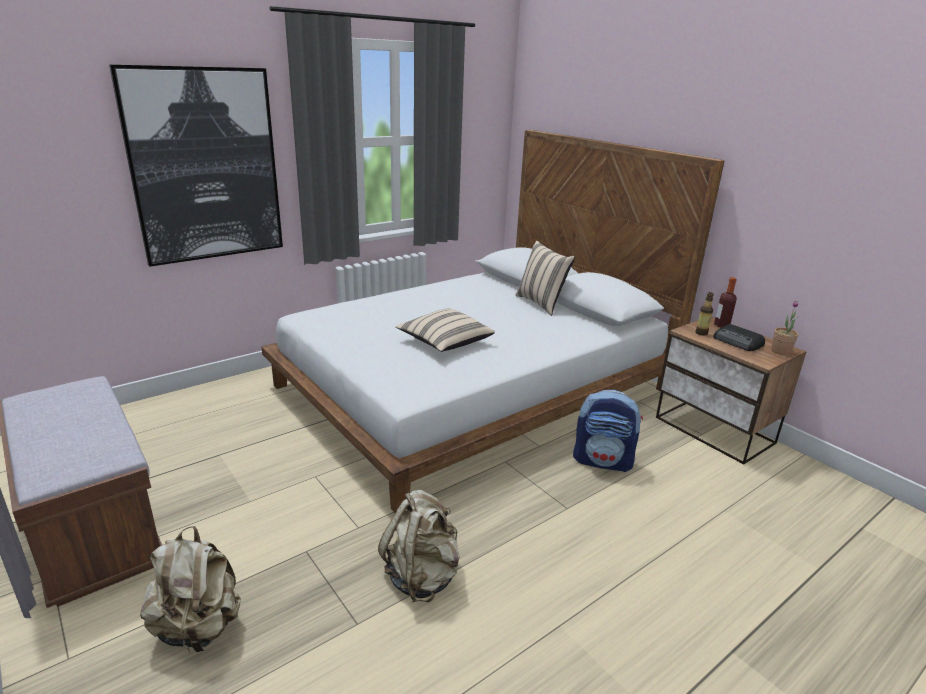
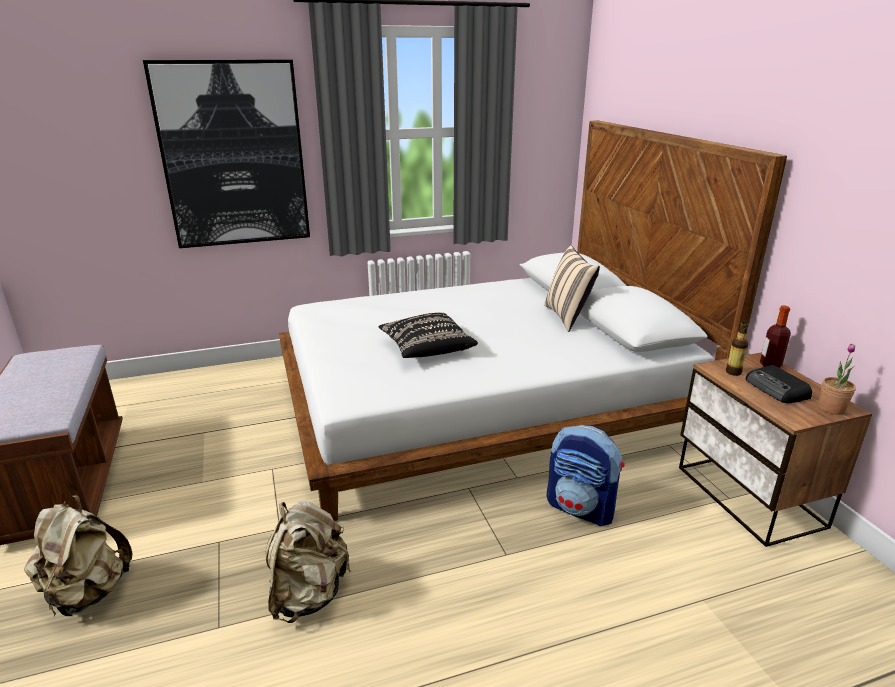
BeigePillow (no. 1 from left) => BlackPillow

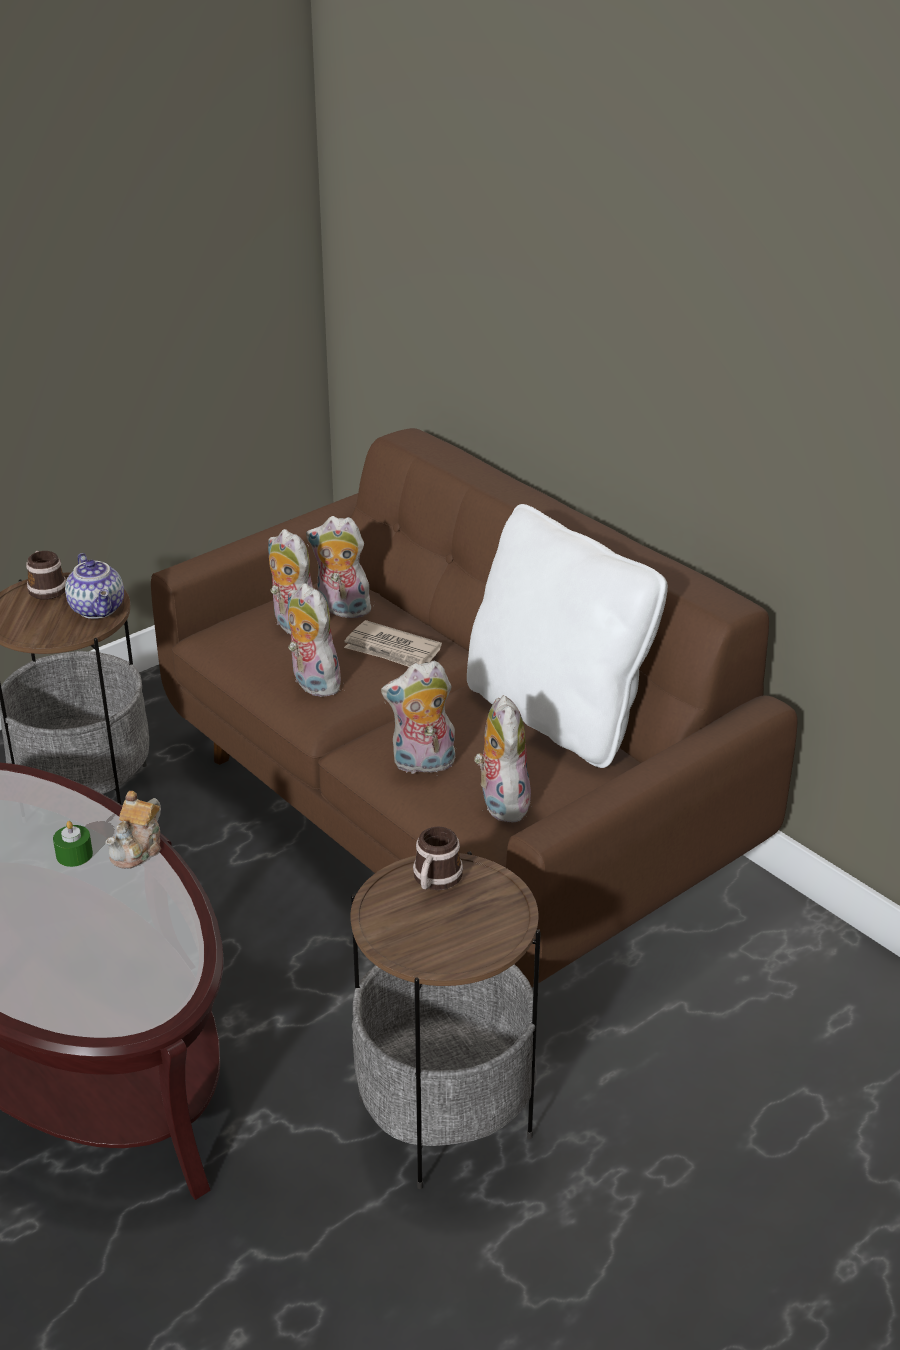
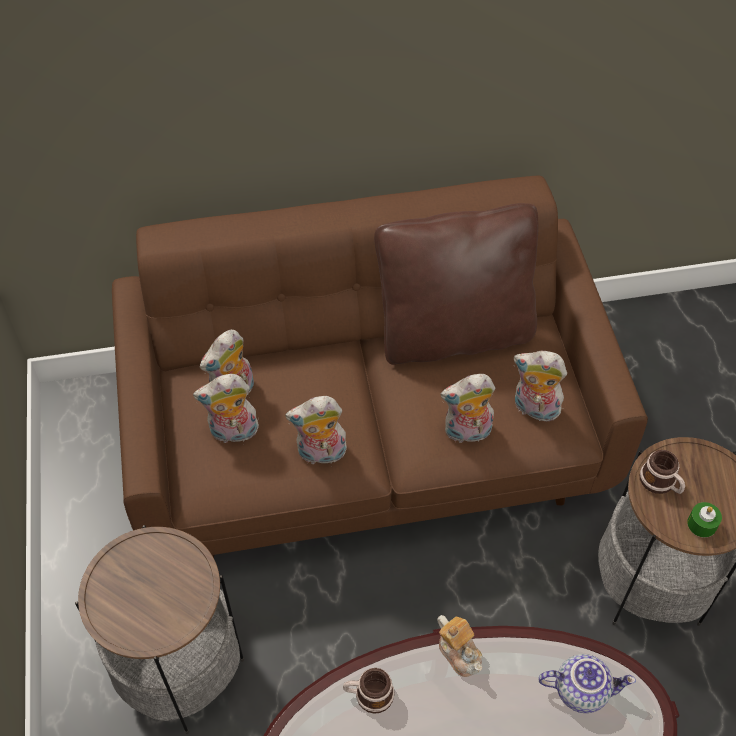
Mug (no. 1 from left), shifted
WhitePillow => BrownPillow
PlushToy (no. 4 from left), 60 degrees clockwise
Teapot (no. 1 from left in the first image) => Teapot (no. 2 from left), shifted
GreenCandle, shifted
Newspaper => nothing

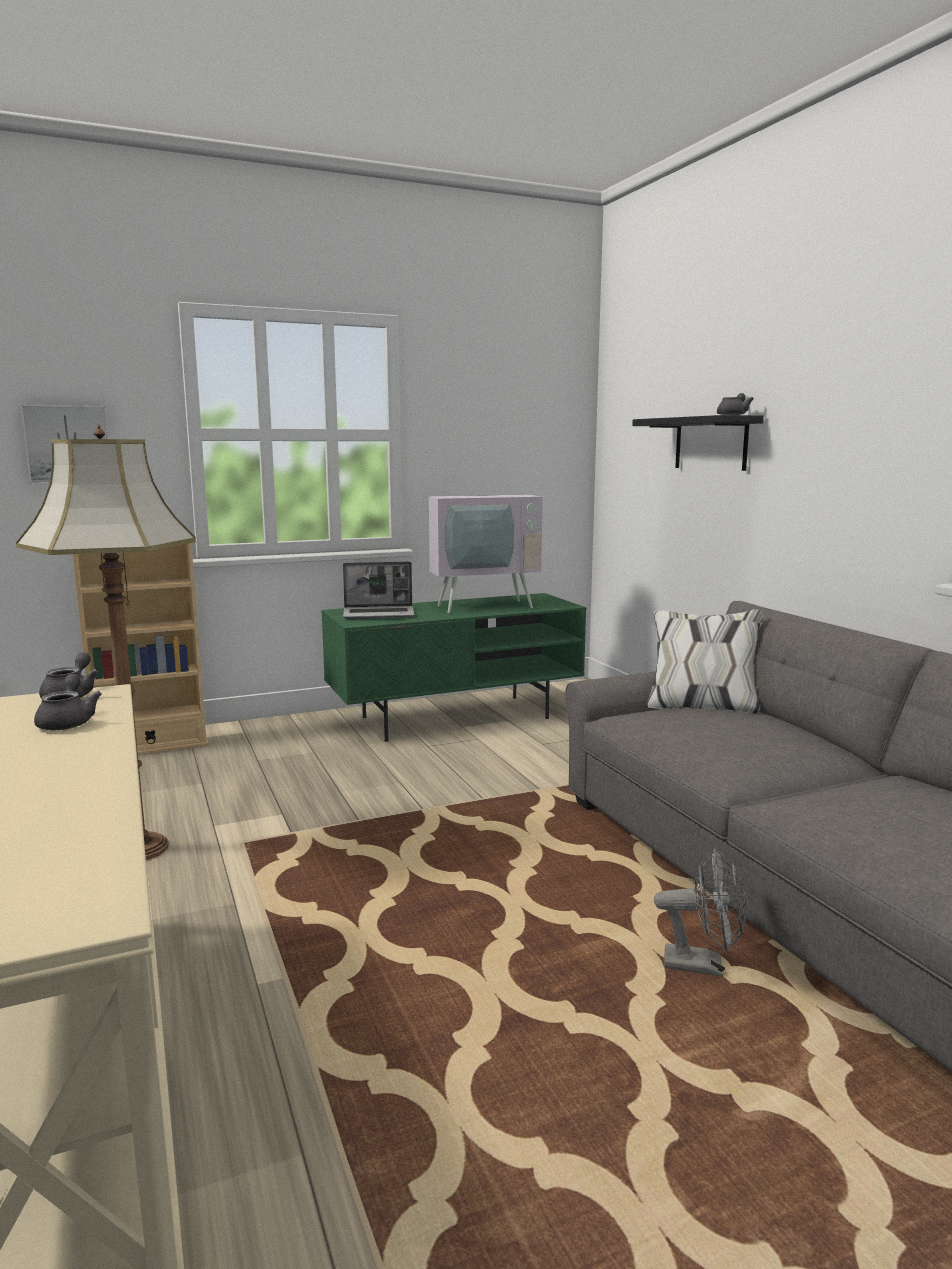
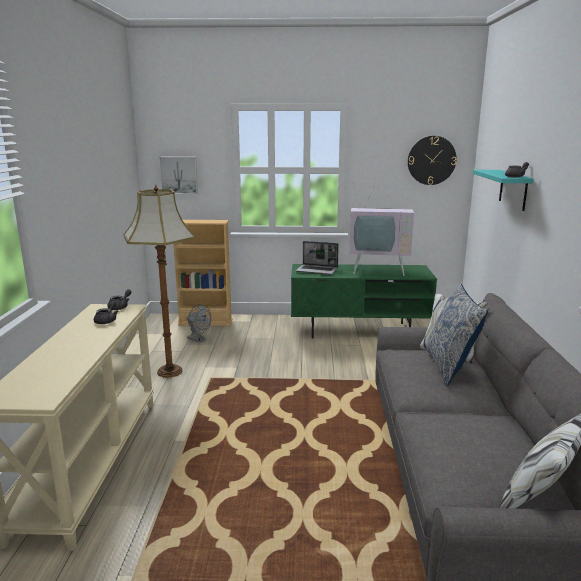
GreyFan, shifted
nothing => WallClock
nothing => Pillow
BlackShelf => TurquoiseShelf

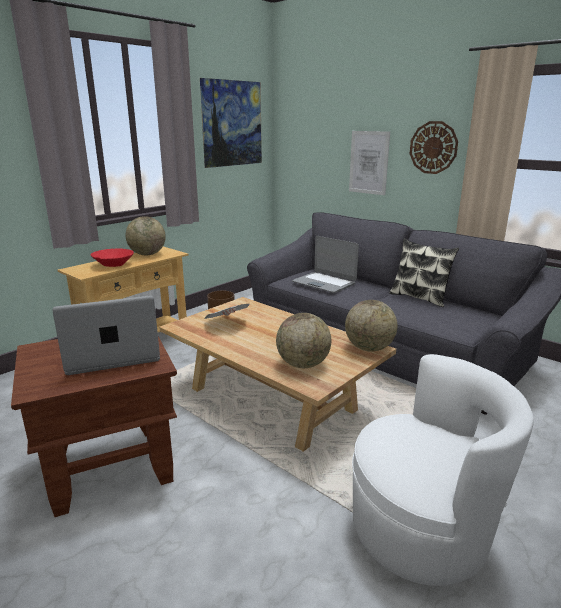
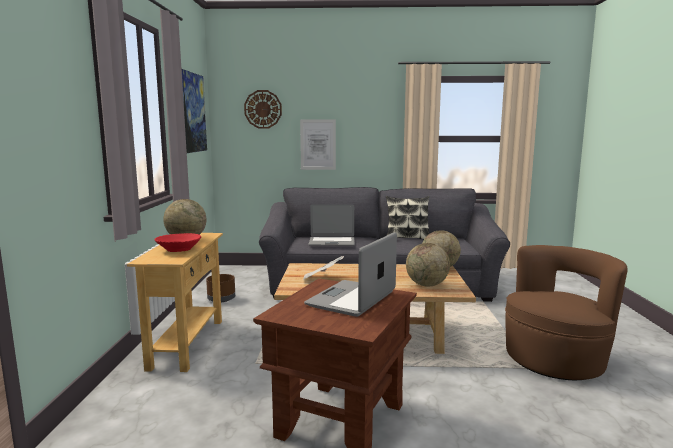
WallClock, shifted
WhiteArmchair => BrownArmchair

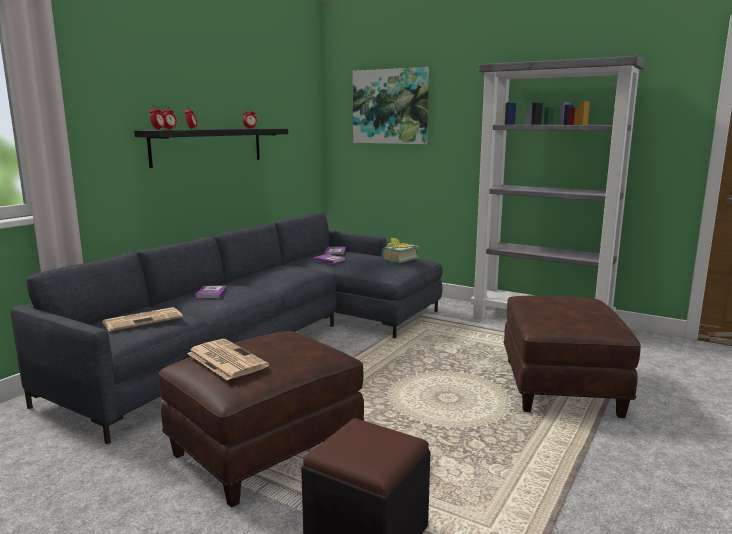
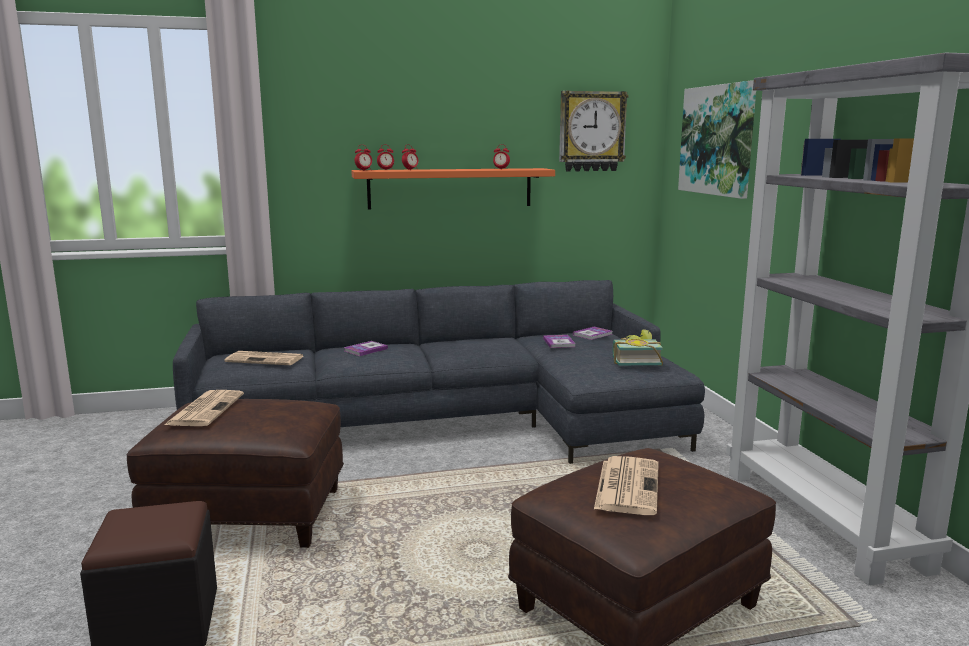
BlackShelf => OrangeShelf
nothing => WallClock
nothing => Newspaper (no. 3 from left)

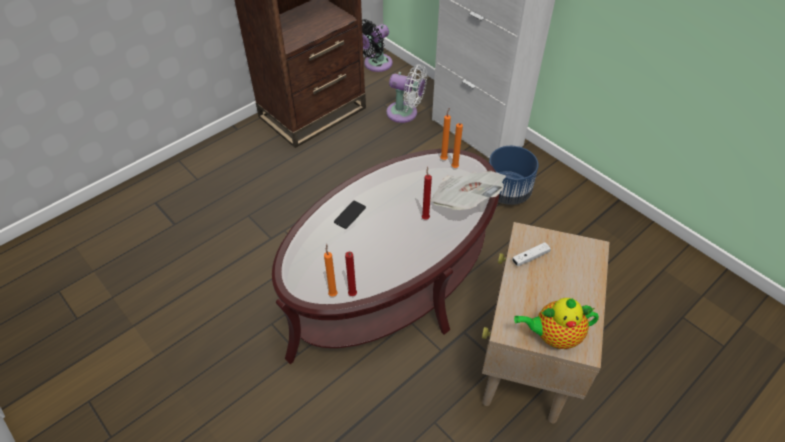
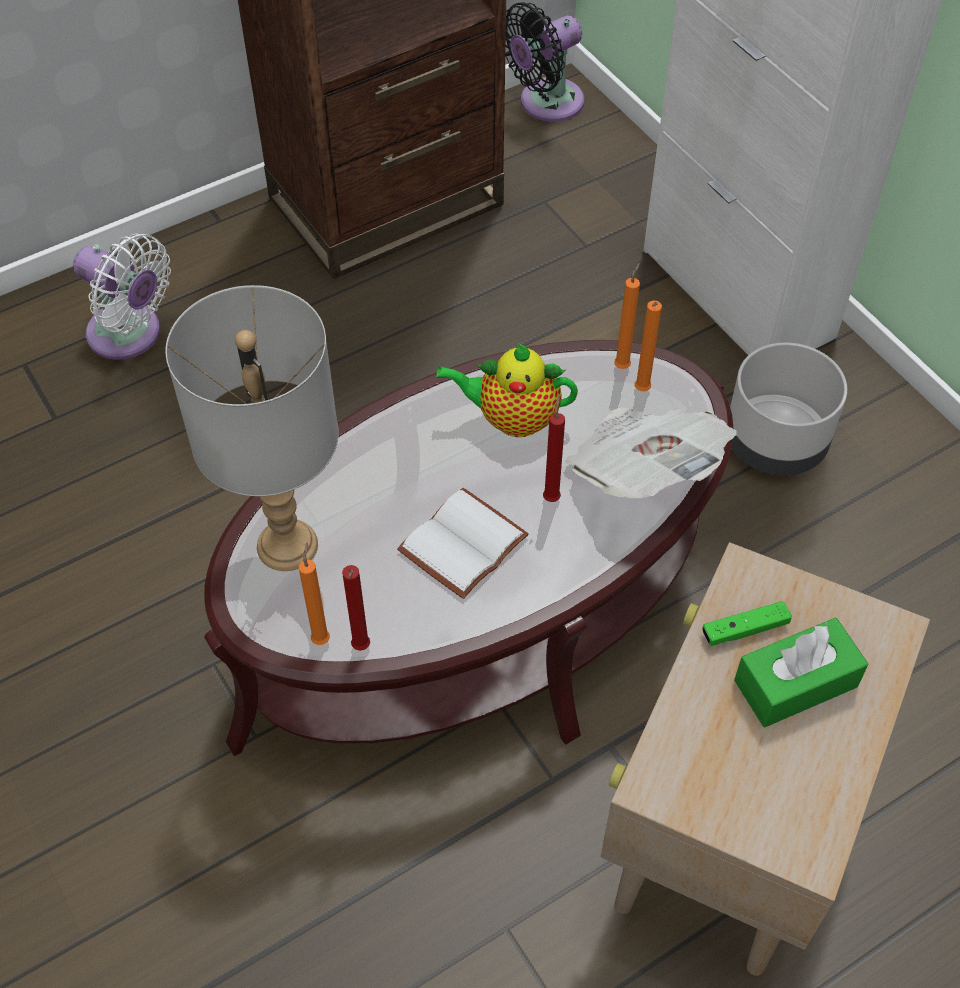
WhiteFan, shifted
nothing => GreyTableLamp
nothing => WhiteBook
Teapot, shifted
WhiteGameController => GreenGameController
BluePlanter => GreyPlanter
nothing => GreenTissueBox
Phone => nothing

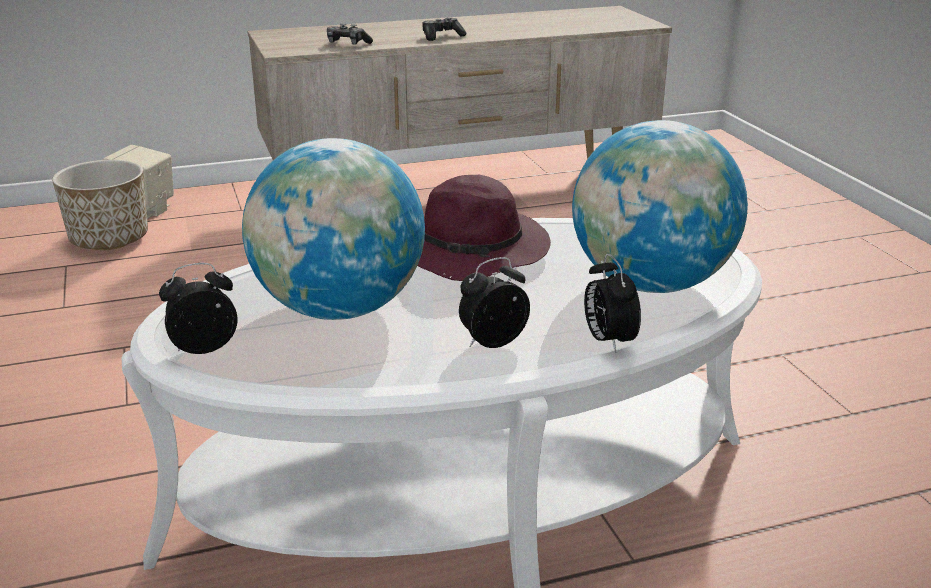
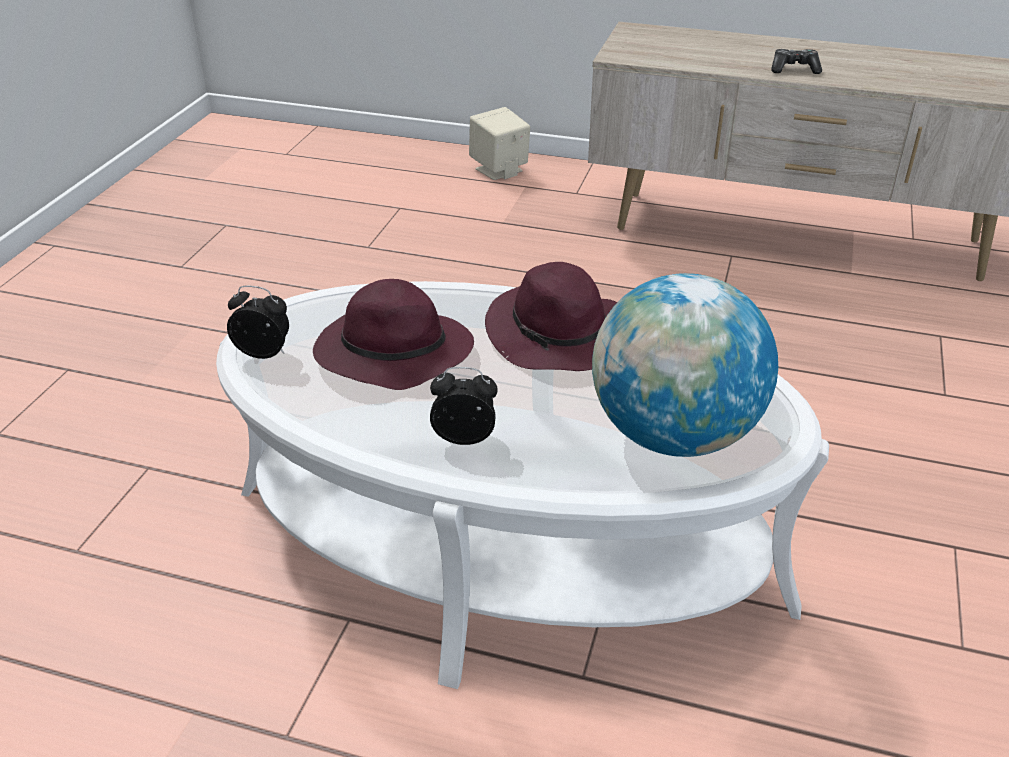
Globe (no. 1 from left) => PurpleHat (no. 1 from left)
Planter => nothing
GameController (no. 1 from left) => nothing
AlarmClock (no. 3 from left) => nothing

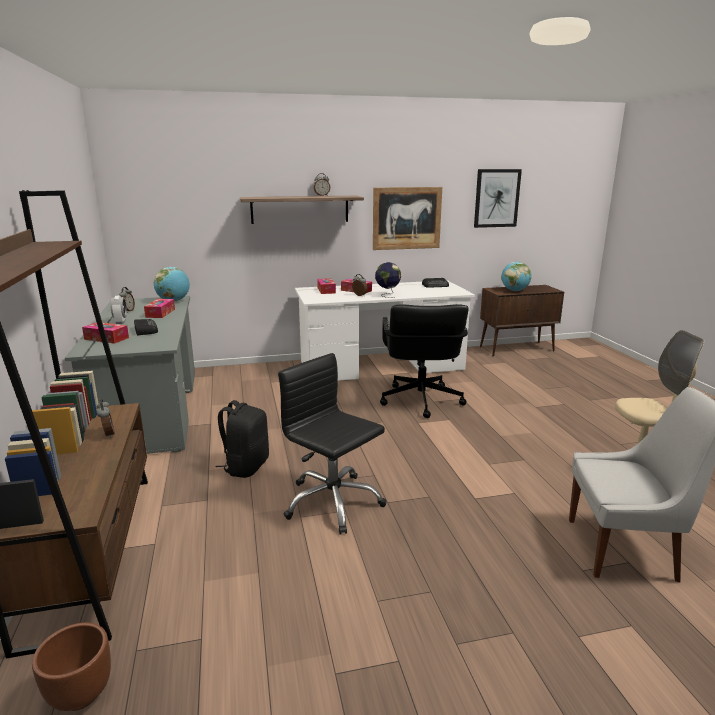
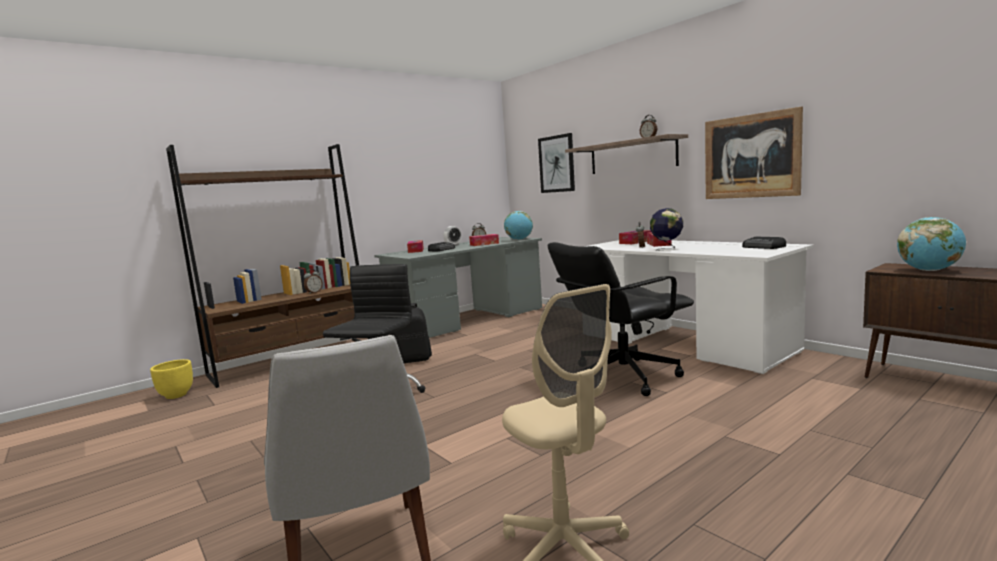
BrownPlanter => YellowPlanter
Picture (no. 2 from left in the first image) => Picture (no. 1 from left), shifted

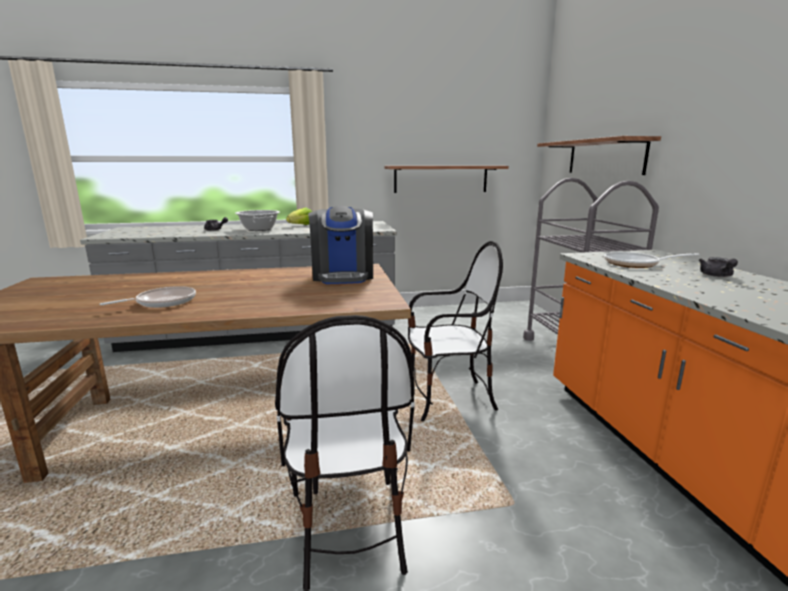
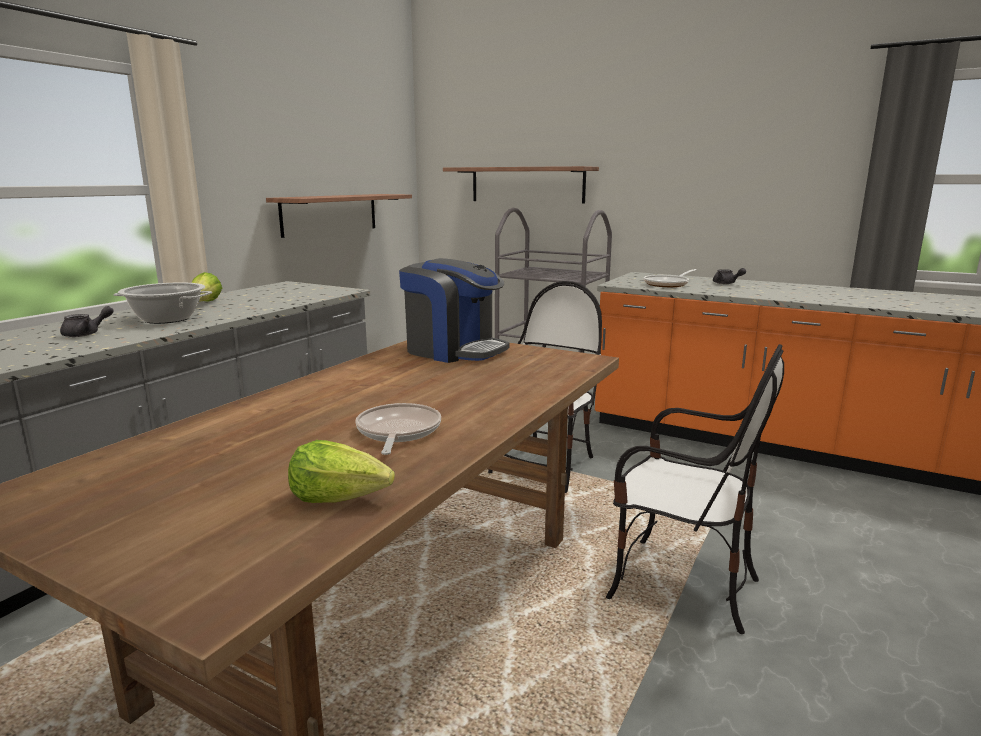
nothing => Lettuce (no. 2 from left)

